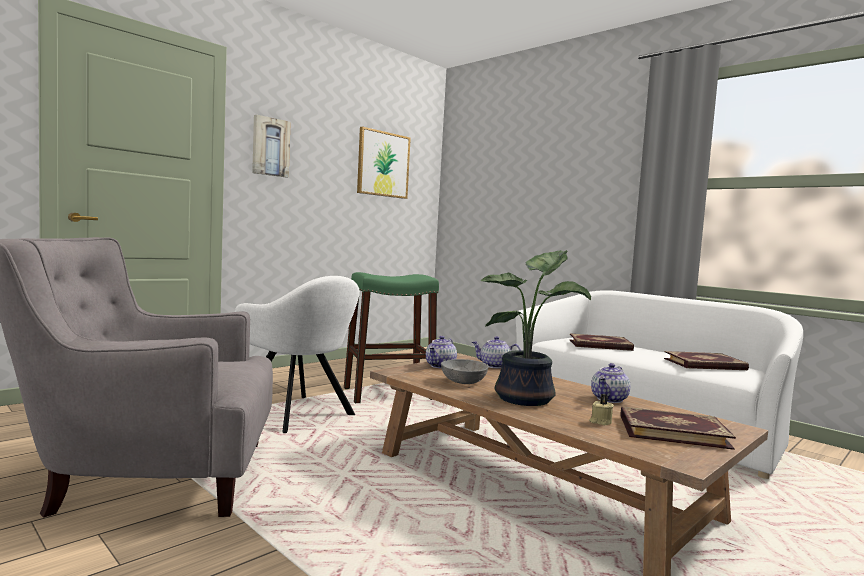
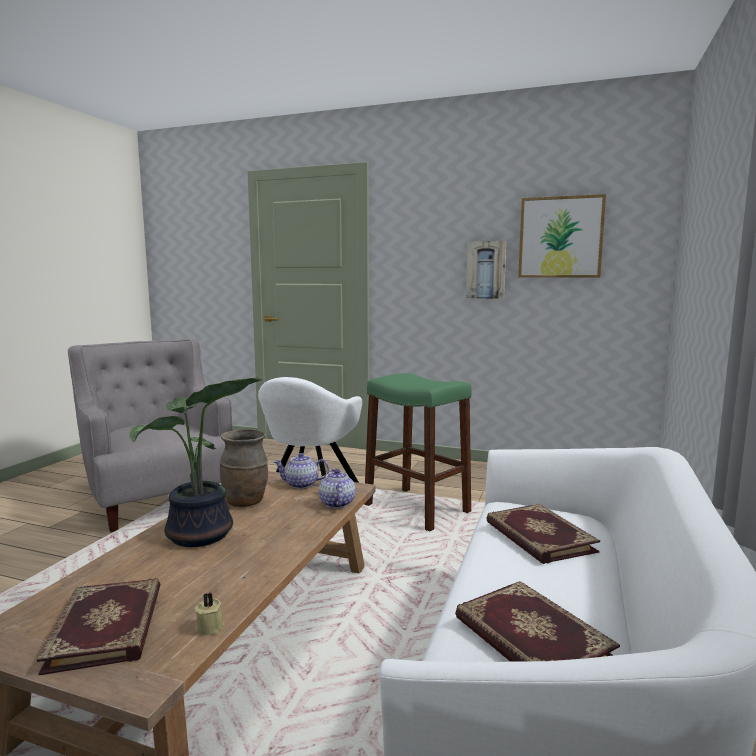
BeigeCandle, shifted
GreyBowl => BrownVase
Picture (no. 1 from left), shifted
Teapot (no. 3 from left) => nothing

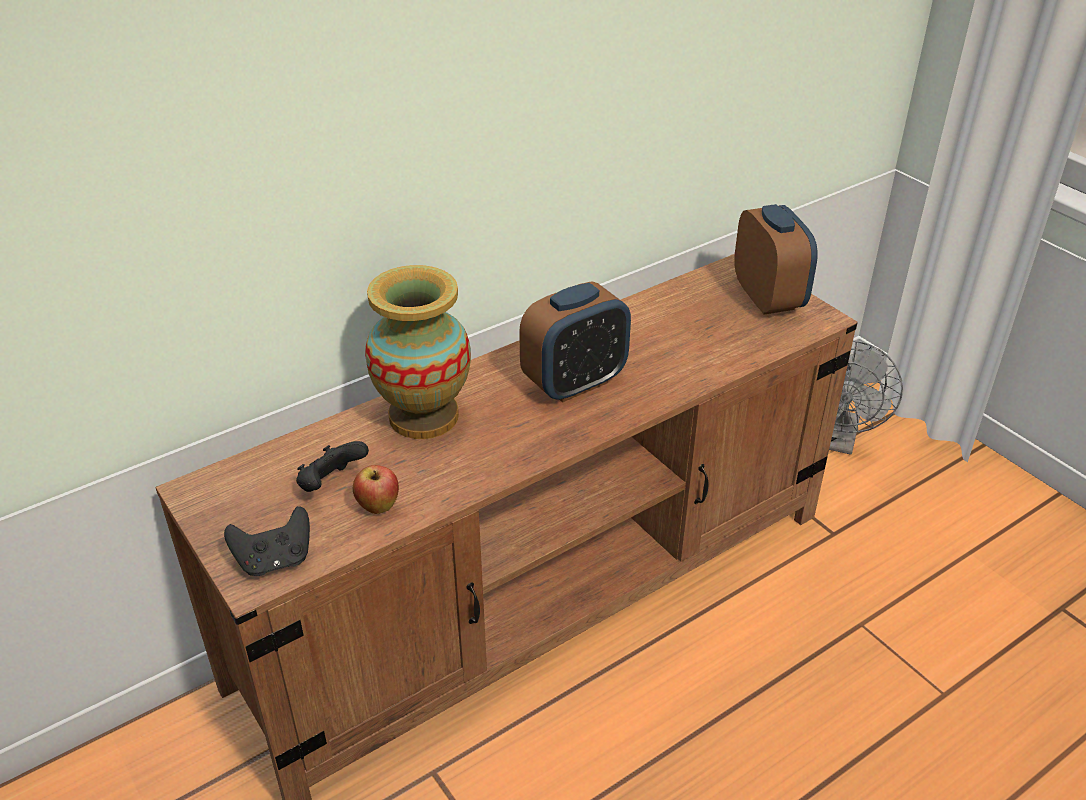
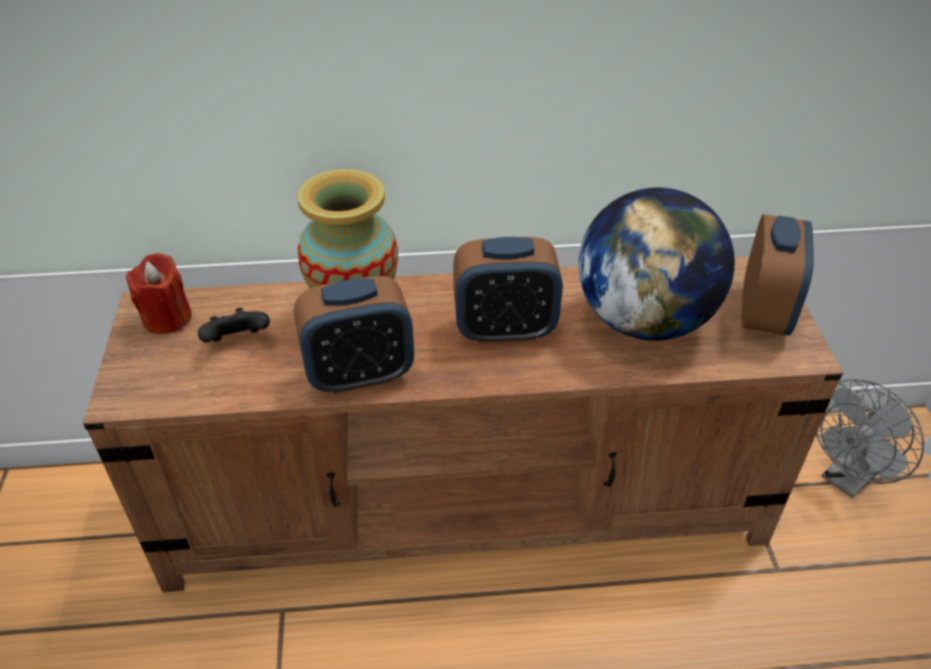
nothing => RedCandle
nothing => AlarmClock (no. 1 from left)
nothing => Globe
BlackGameController (no. 1 from left) => nothing
Apple => nothing

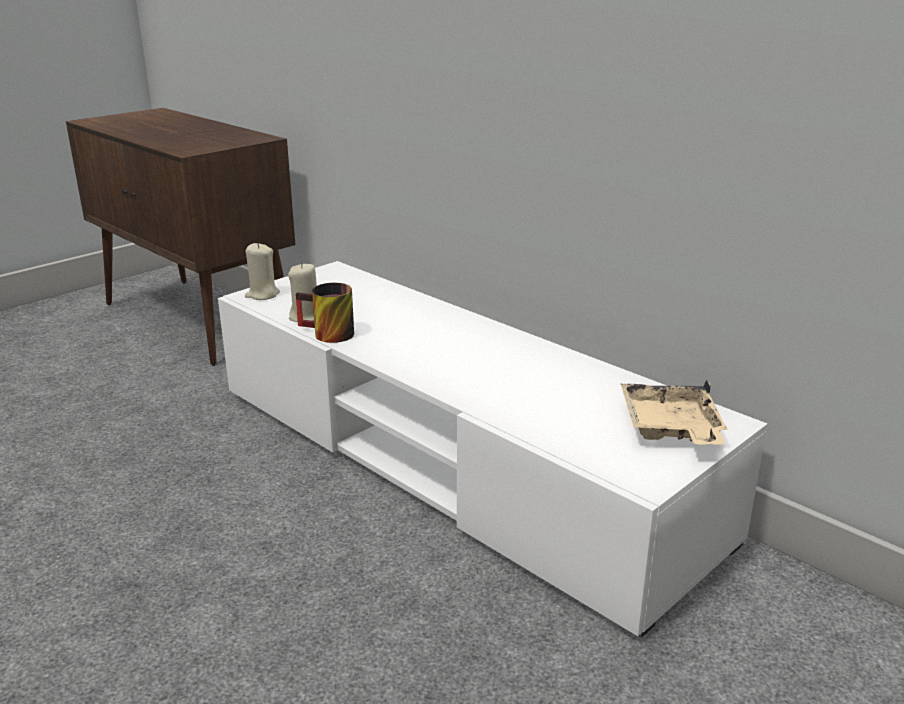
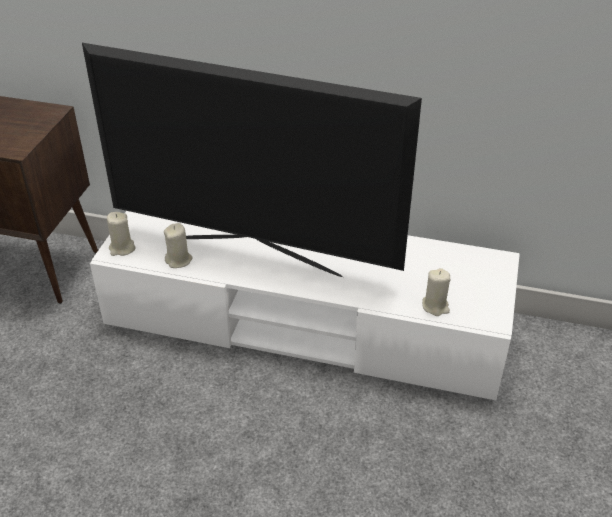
nothing => Television
nothing => BeigeCandle (no. 3 from left)
Mug => nothing
BeigeTray => nothing

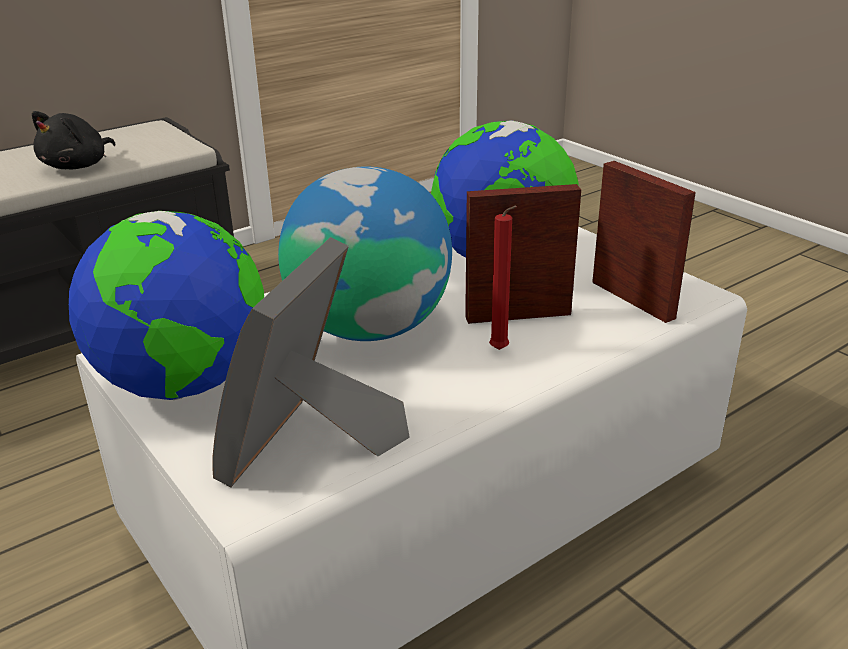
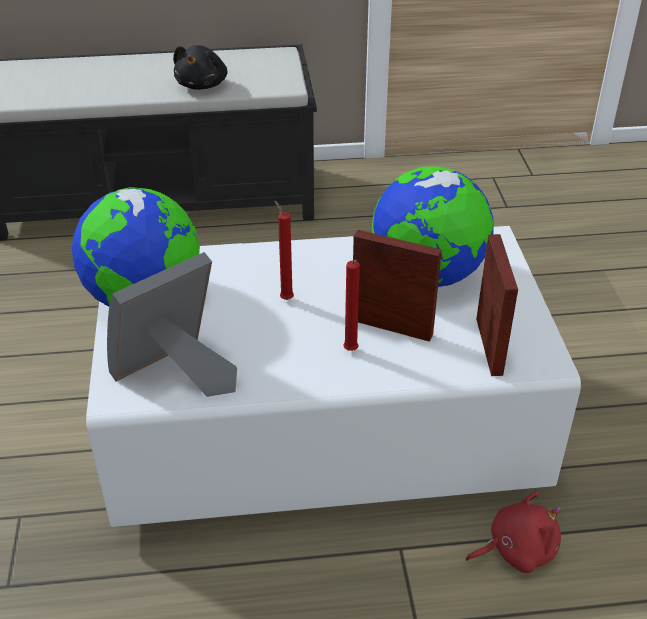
BlackPlushToy, 45 degrees counterclockwise
Globe (no. 2 from left) => RedCandle (no. 1 from left)
nothing => RedPlushToy

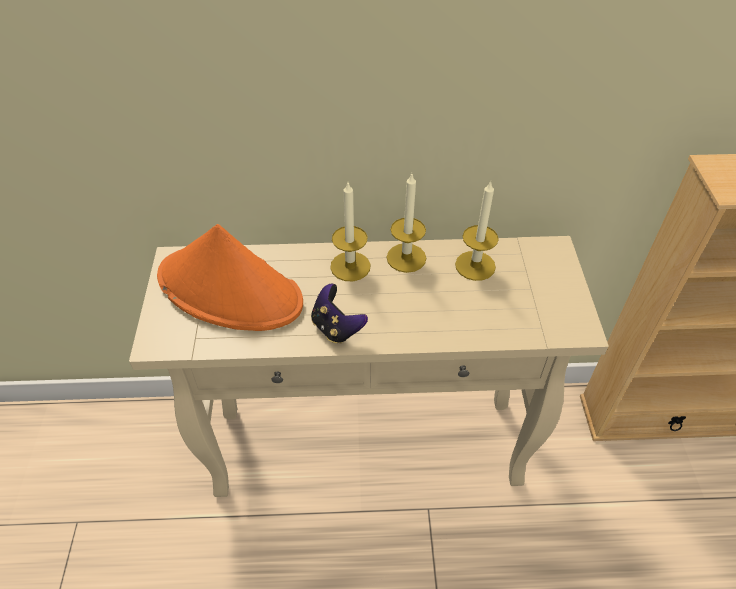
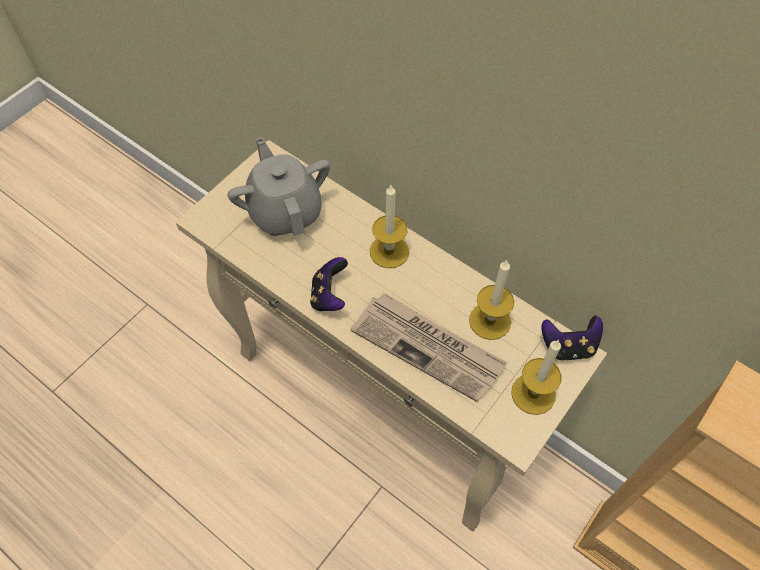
OrangeHat => GreyTeapot
nothing => Newspaper
Candle (no. 2 from left in the first image) => Candle (no. 3 from left), shifted
nothing => GameController (no. 2 from left)

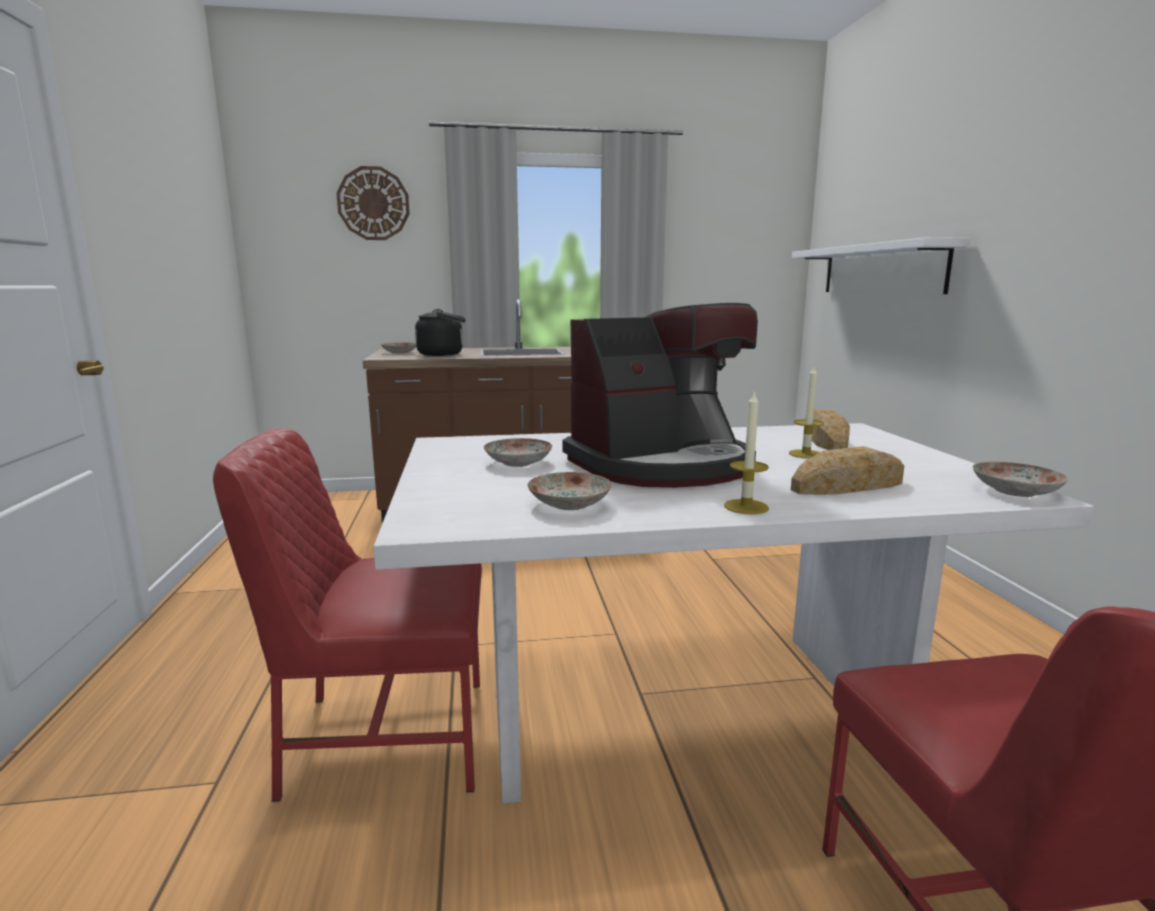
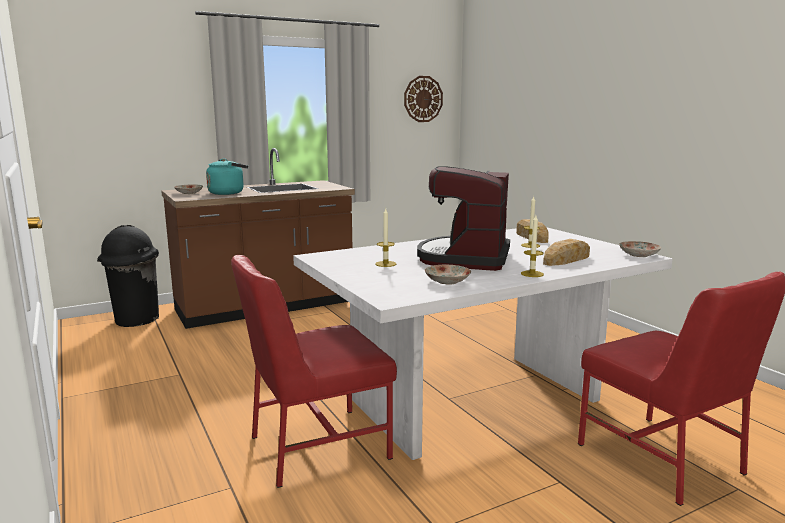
nothing => BlackTrashCan
BlackKettle => TurquoiseKettle
Plate (no. 2 from left) => Candle (no. 1 from left)
WallClock, shifted
CoffeeMachine, 150 degrees clockwise
WhiteShelf => nothing

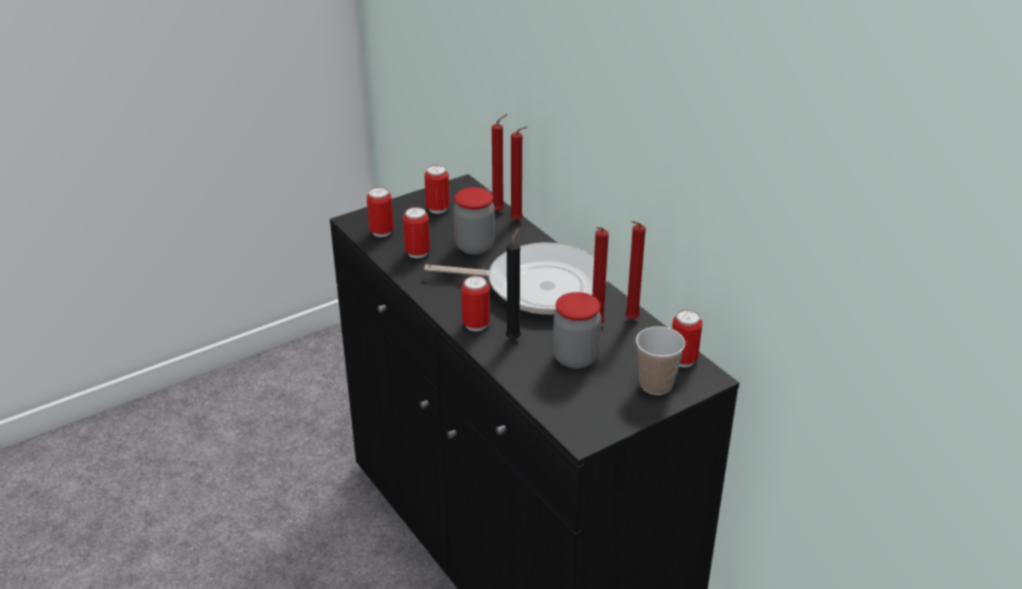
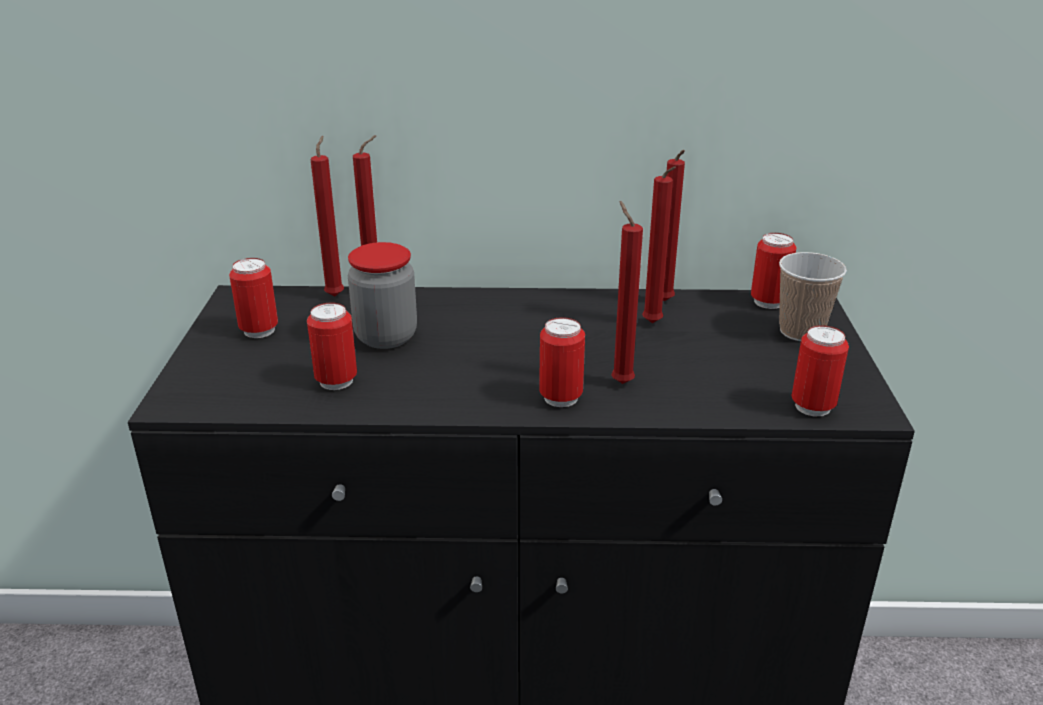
BlackCandle => RedCandle (no. 3 from left)
Can (no. 1 from left in the first image) => Can (no. 5 from left), shifted
FryingPan => nothing
Jar (no. 2 from left) => nothing

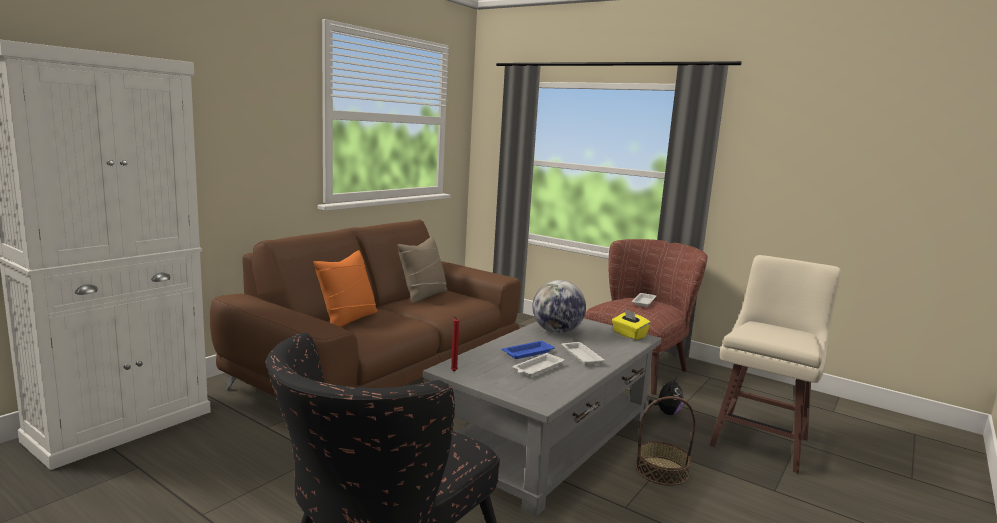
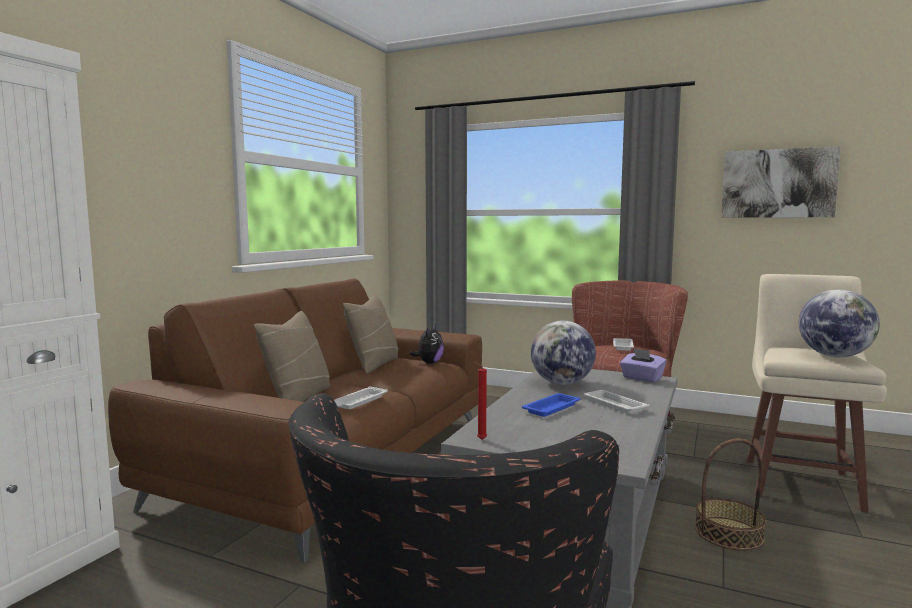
OrangePillow => BeigePillow (no. 1 from left)
WhiteTray (no. 1 from left), shifted
PlushToy, shifted
YellowTissueBox => PurpleTissueBox
nothing => Picture
nothing => Globe (no. 2 from left)

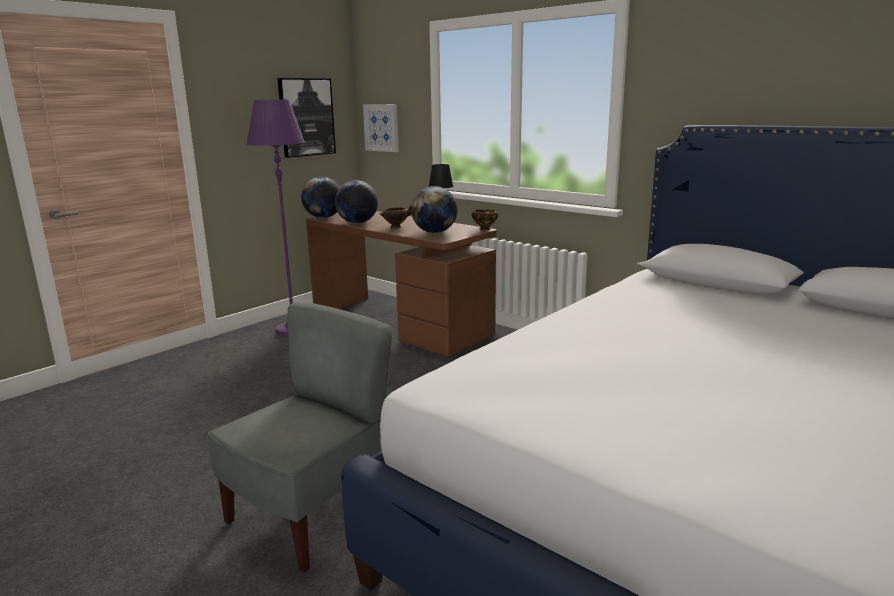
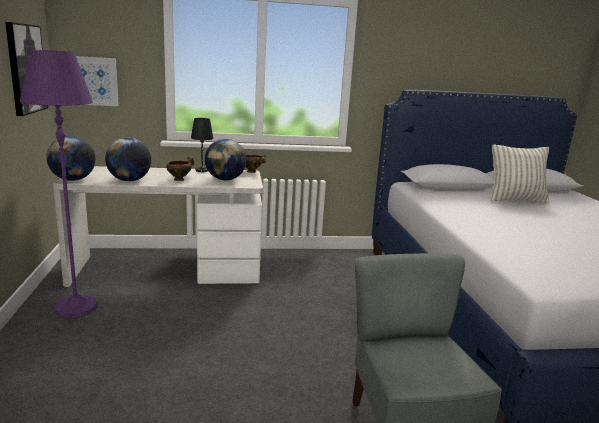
BrownDesk => WhiteDesk
nothing => Pillow

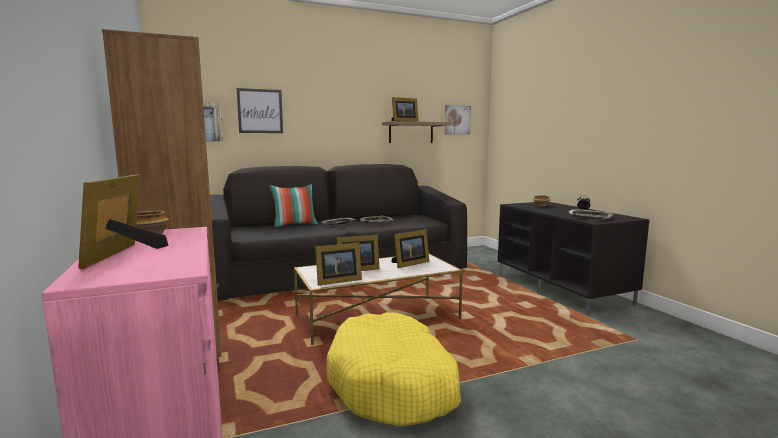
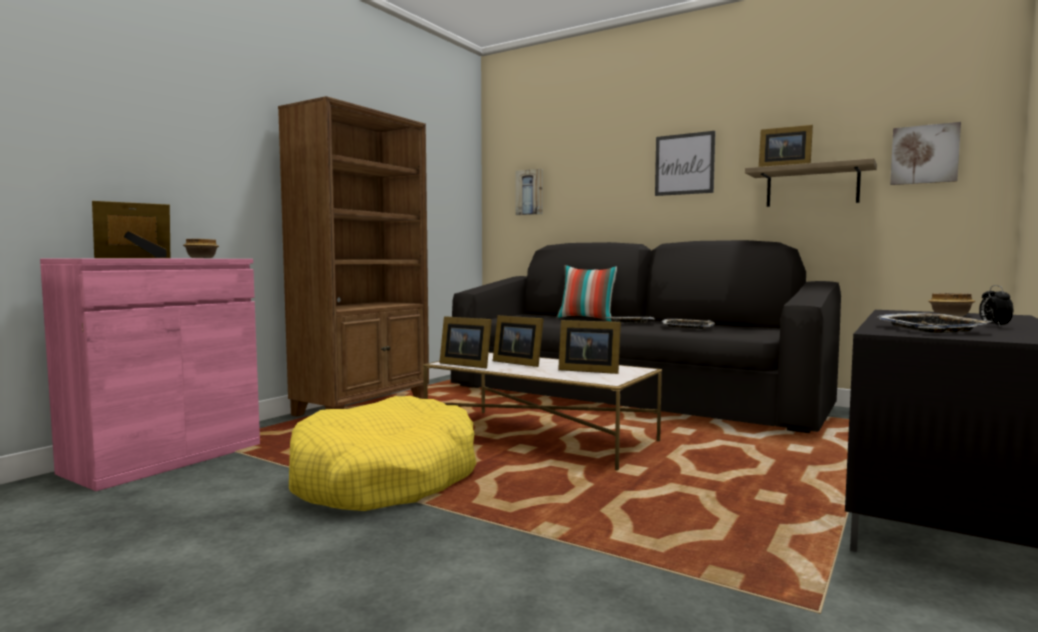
Picture (no. 2 from left), shifted

